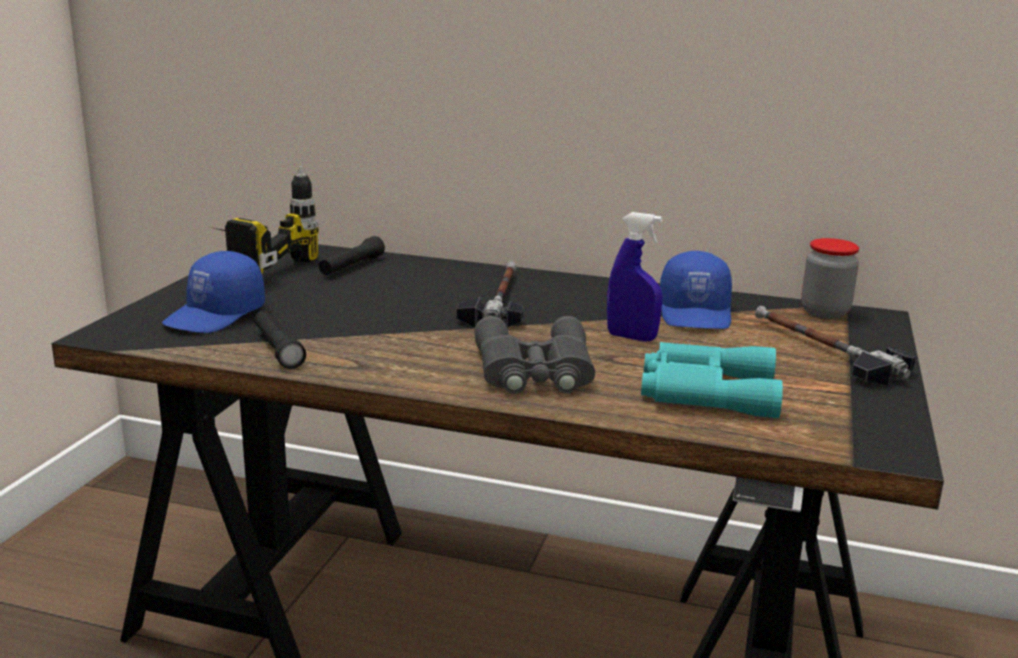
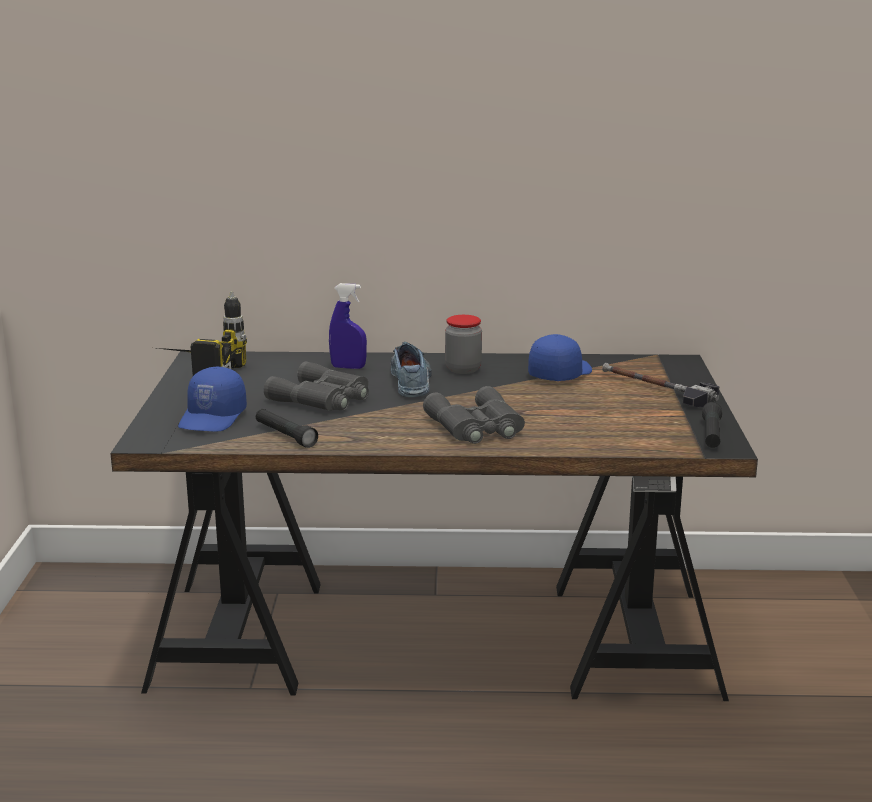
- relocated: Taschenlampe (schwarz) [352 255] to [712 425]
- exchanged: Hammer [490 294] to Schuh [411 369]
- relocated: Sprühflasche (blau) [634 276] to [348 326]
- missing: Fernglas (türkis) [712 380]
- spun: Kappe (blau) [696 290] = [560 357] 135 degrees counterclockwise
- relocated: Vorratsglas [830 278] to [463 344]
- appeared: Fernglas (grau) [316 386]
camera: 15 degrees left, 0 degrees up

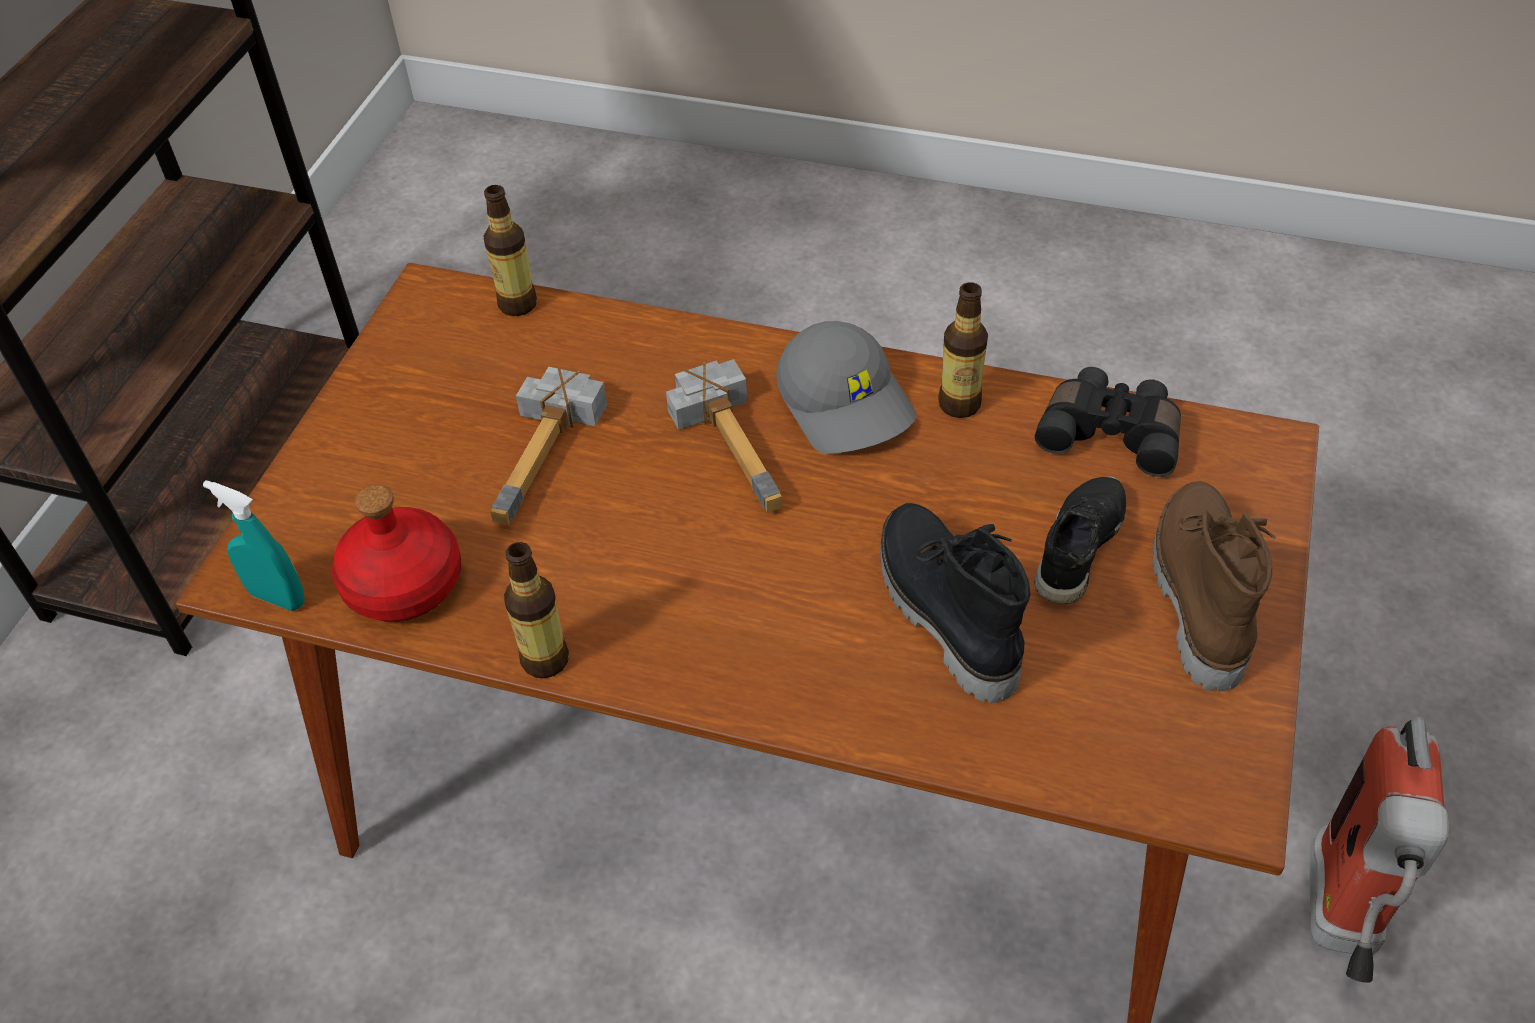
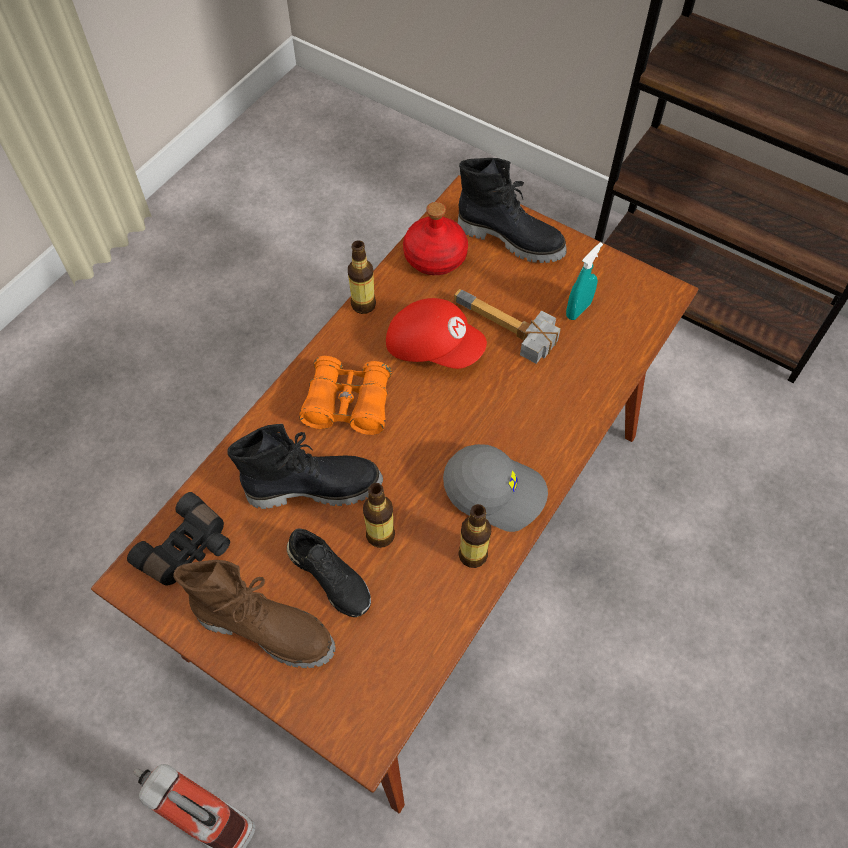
- relocated: Sprühflasche (türkis) [254 545] to [584 281]
- relocated: Flasche [510 250] to [379 515]
- missing: Hammer [724 435]
- spun: Kappe (grau) [846 387] = [495 488] 150 degrees counterclockwise
- relocated: Fernglas (schwarz) [1108 422] to [178 538]
- appeared: Fernglas (orange) [345 395]
- appeared: Kappe (rot) [436 333]
- appeared: Stiefel (schwarz) [512 210]
camera: 105 degrees right, 10 degrees up

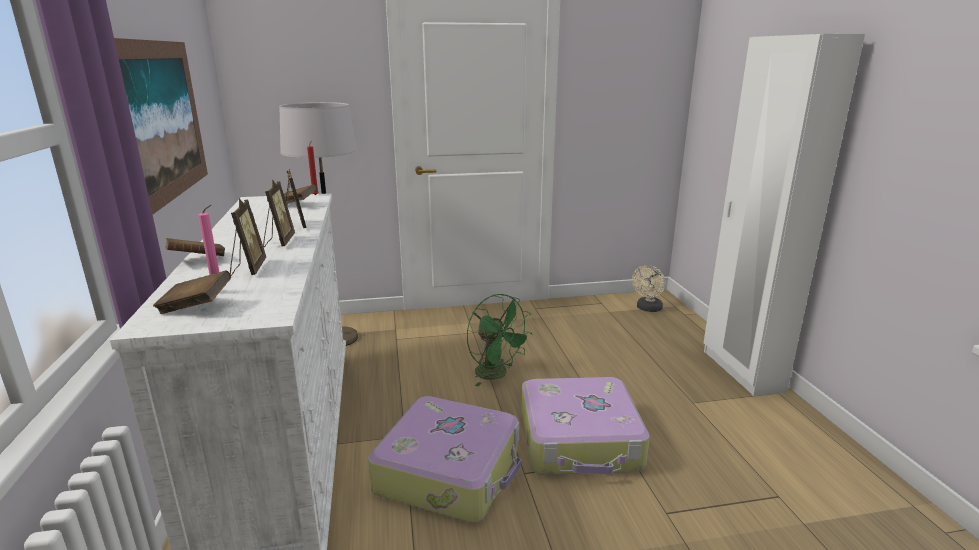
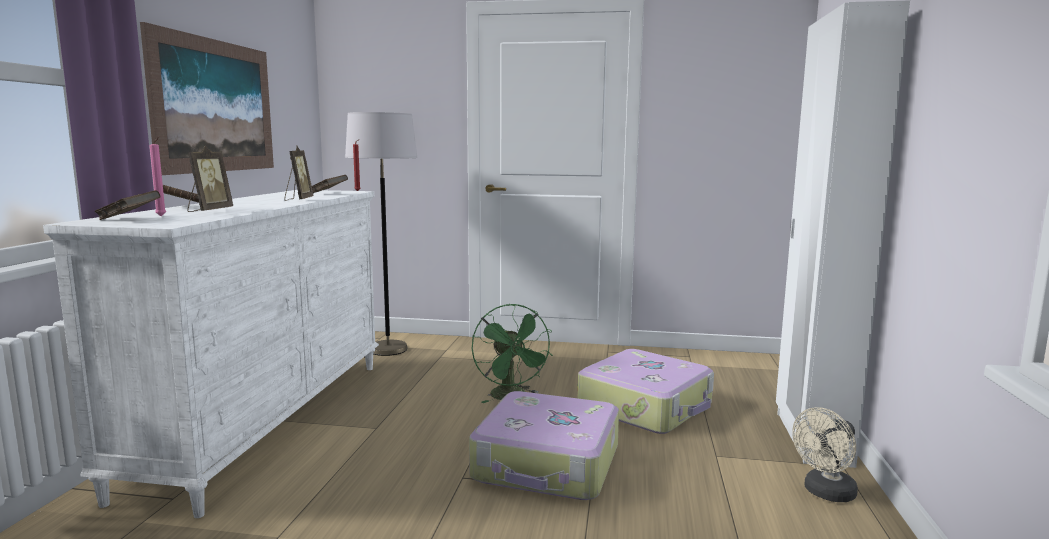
- missing: Bilderrahmen [279 213]
- relocated: Koffer [444 459] to [646 391]
- relocated: Ventilator (beige) [648 288] to [825 454]
camera: 20 degrees right, 10 degrees down

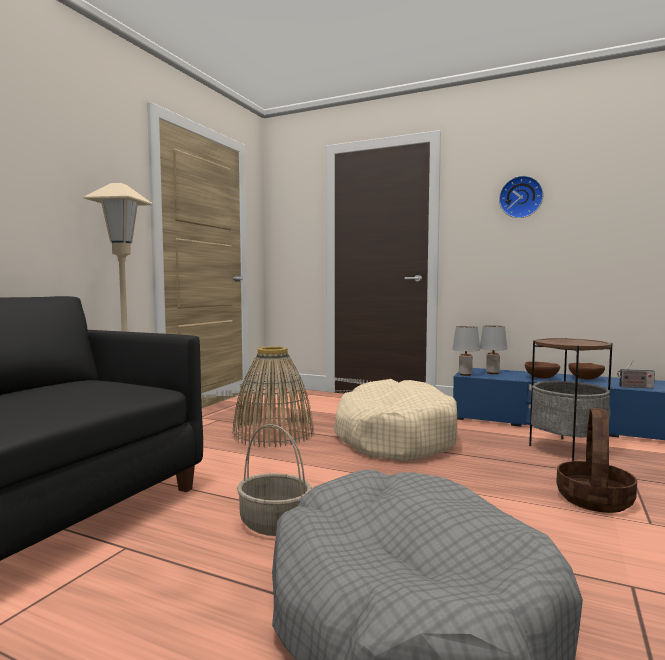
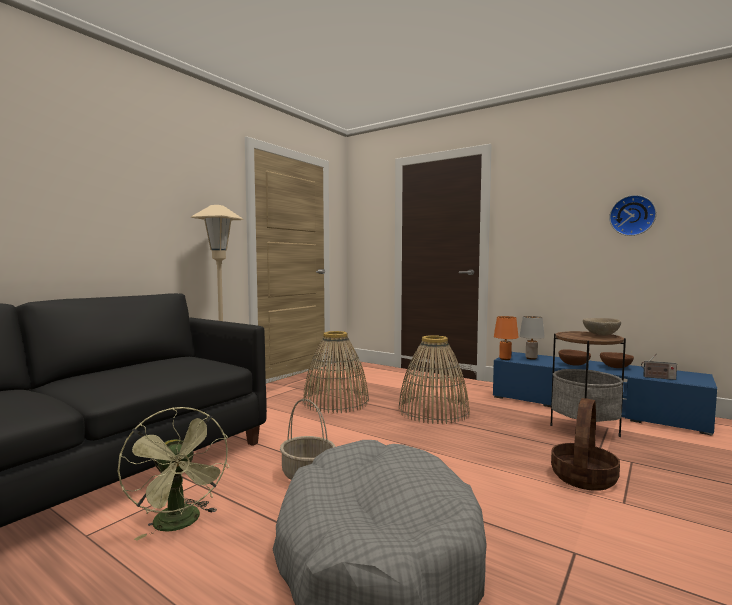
- exchanged: Hundebett (beige) [396 420] to Korb [434 379]
- colour: Tischlampe (grau) [466 351] to Tischlampe (orange) [506 338]
- relocated: Wanduhr [521 197] to [632 215]
- appeared: Ventilator (grün) [173 474]
- appeared: Schüssel (beige) [602 327]
camera: 10 degrees right, 0 degrees up

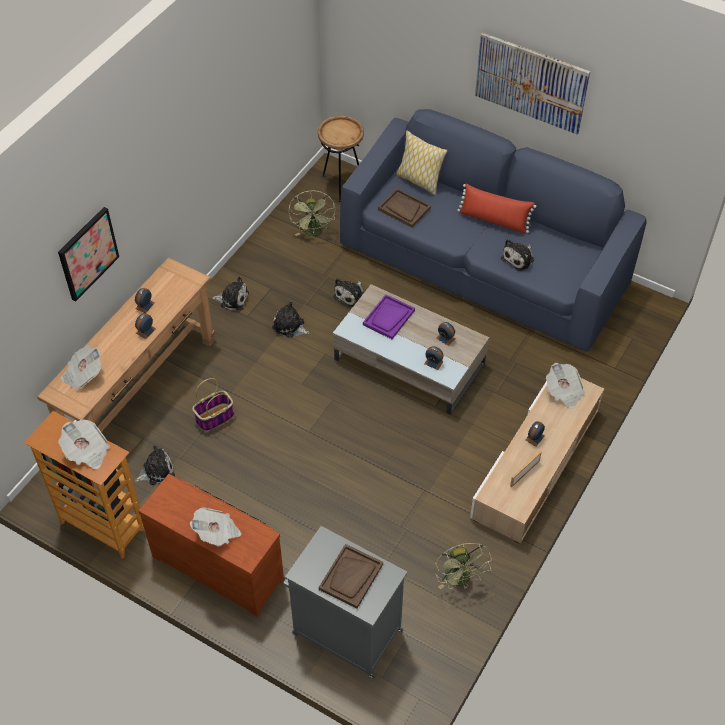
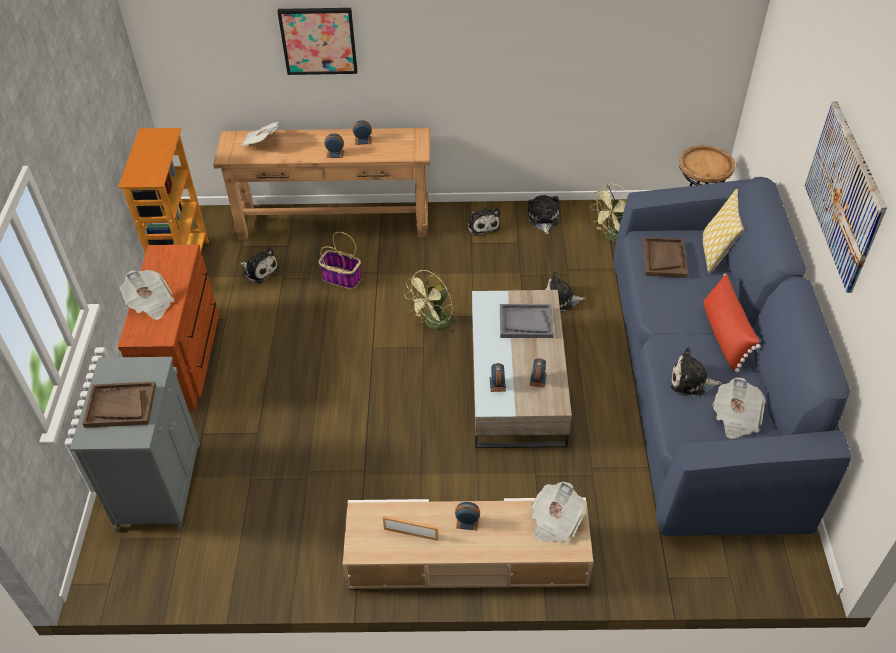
- relocated: Zeitung [84 444] to [739 408]
- relocated: Plüschtier [291 319] to [543 214]
- colour: Tablett (lila) [389 316] to Tablett (grau) [527 321]
- relocated: Ventilator (grün) [463 566] to [431 301]
camera: 60 degrees right, 5 degrees down

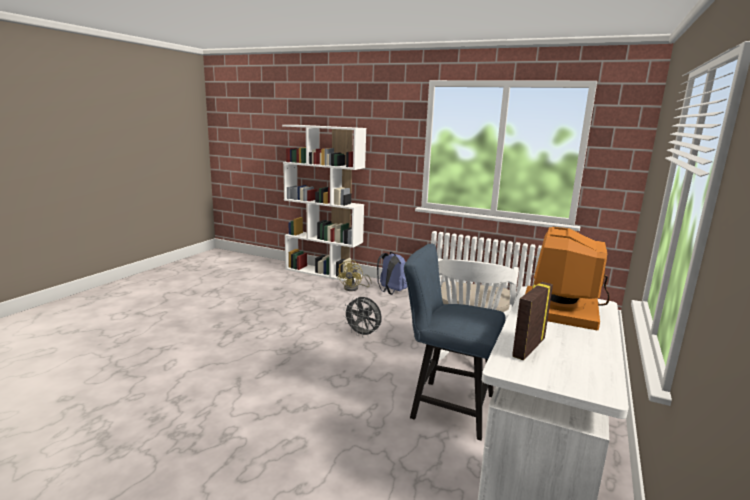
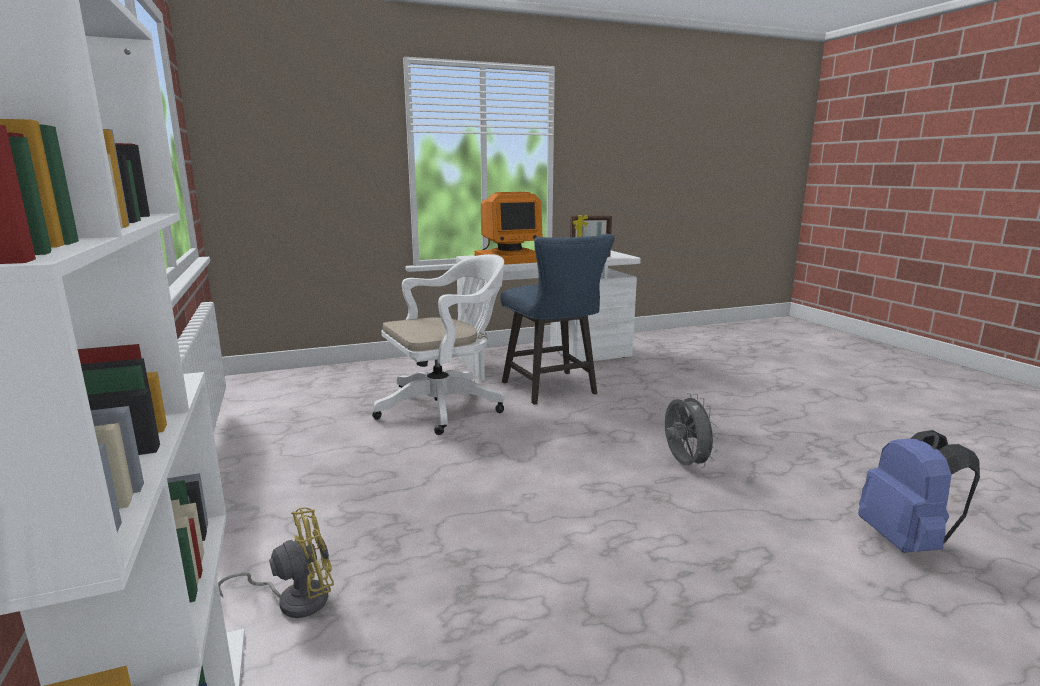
- relocated: Ventilator (grau) [362 317] to [692 431]
- relocated: Rucksack (blau) [392 273] to [919 491]
camera: 135 degrees left, 0 degrees up

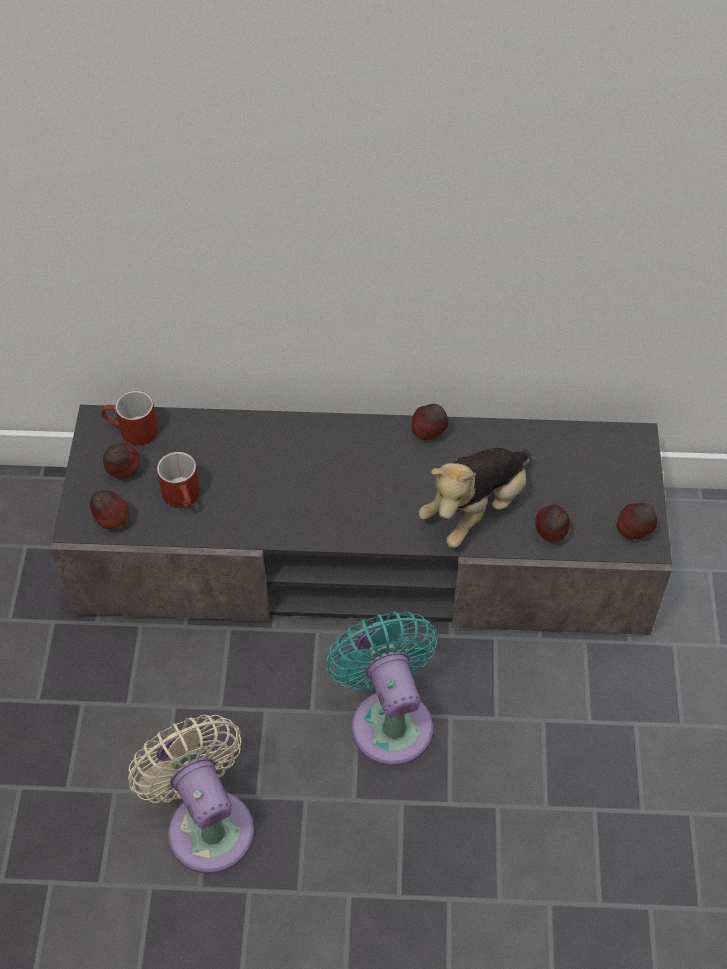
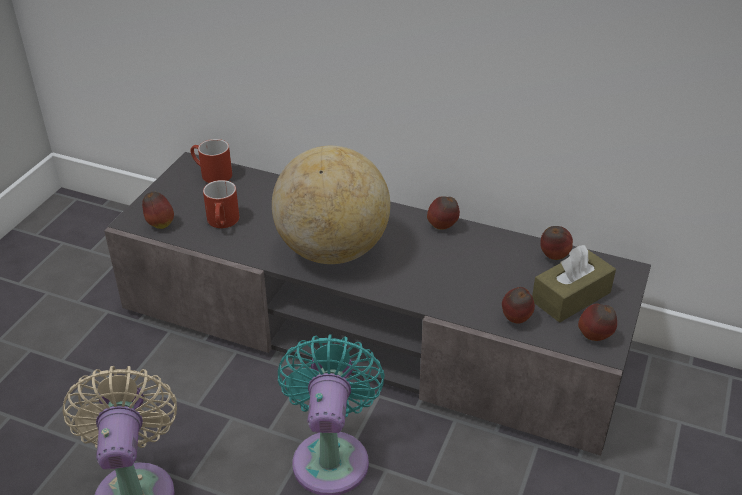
- relocated: Apfel [121 460] to [556 243]
- missing: Plüschtier [475 498]
- appeared: Globus [331 205]
- appeared: Taschentuchbox (braun) [574 284]
camera: 20 degrees right, 15 degrees down

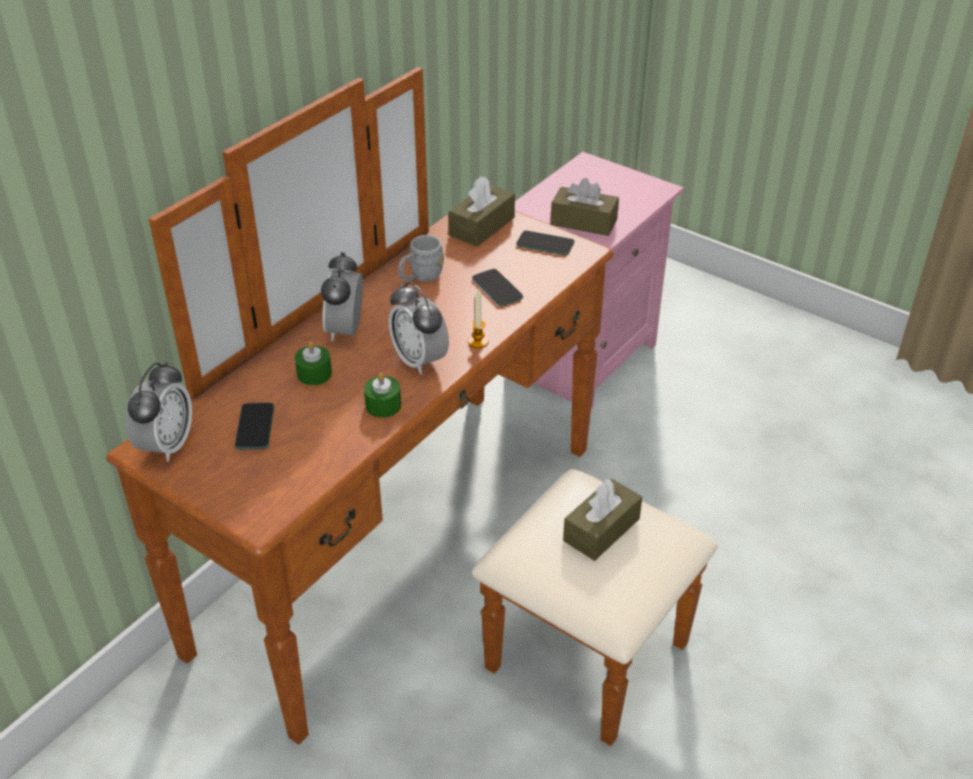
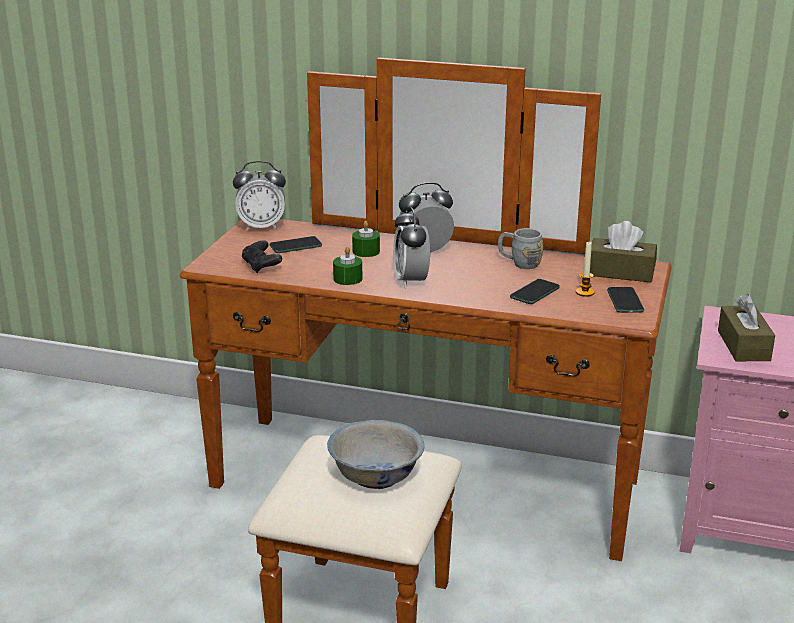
- spun: Wecker [418 328] = [411 248] 45 degrees counterclockwise
- relocated: Kerze [478 319] to [585 269]
- exchanged: Taschentuchbox (braun) [602 519] to Schüssel (weiß) [375 454]
- appeared: Gamepad (schwarz) [262 256]
camera: 70 degrees right, 15 degrees down

